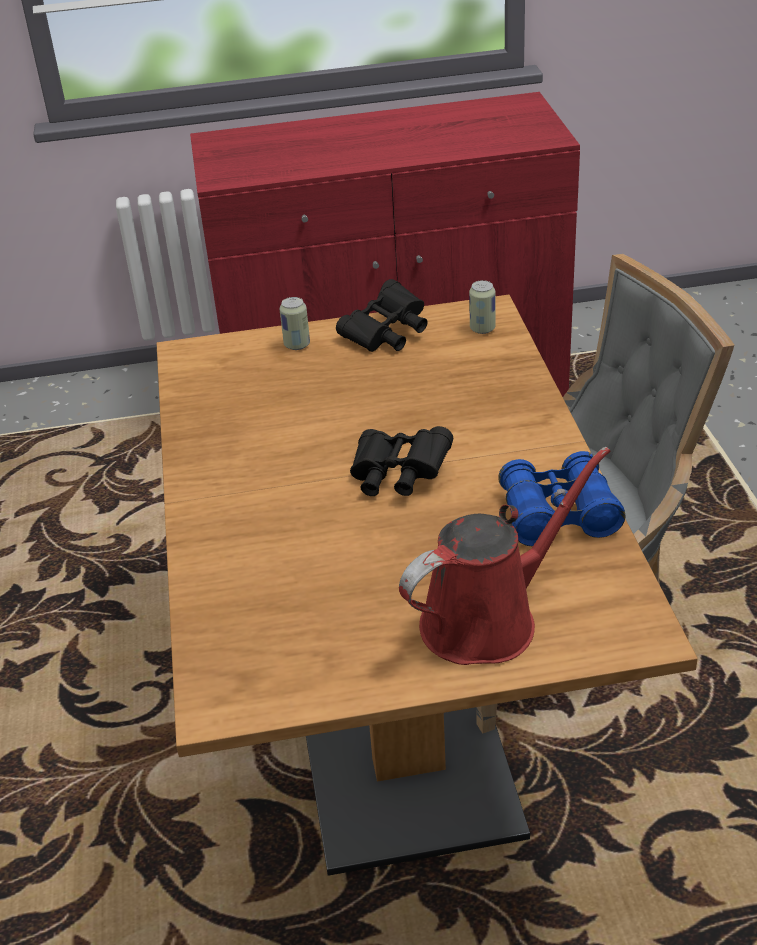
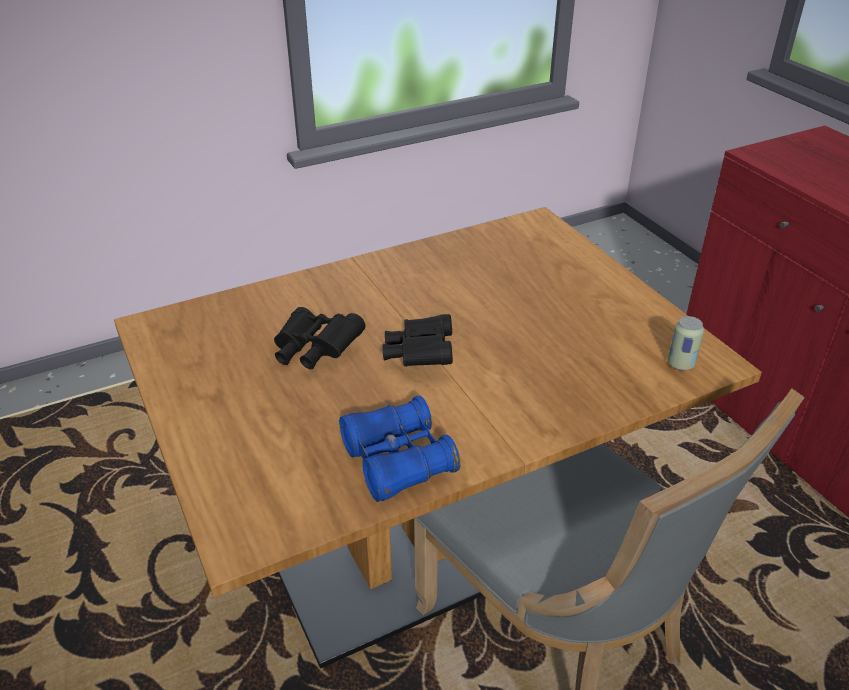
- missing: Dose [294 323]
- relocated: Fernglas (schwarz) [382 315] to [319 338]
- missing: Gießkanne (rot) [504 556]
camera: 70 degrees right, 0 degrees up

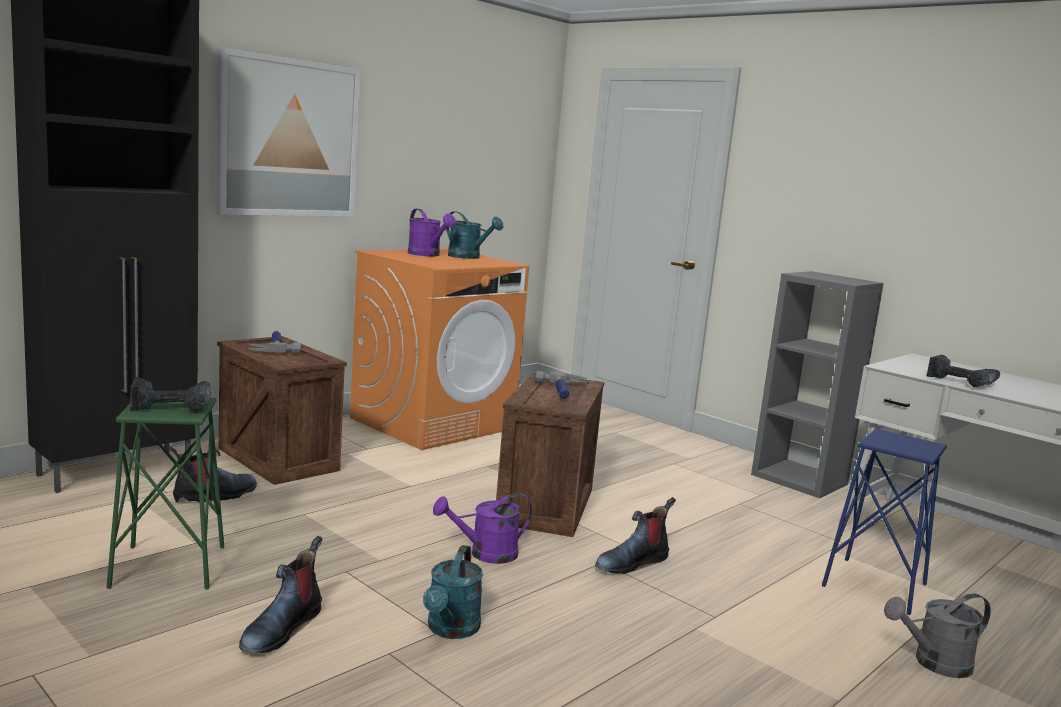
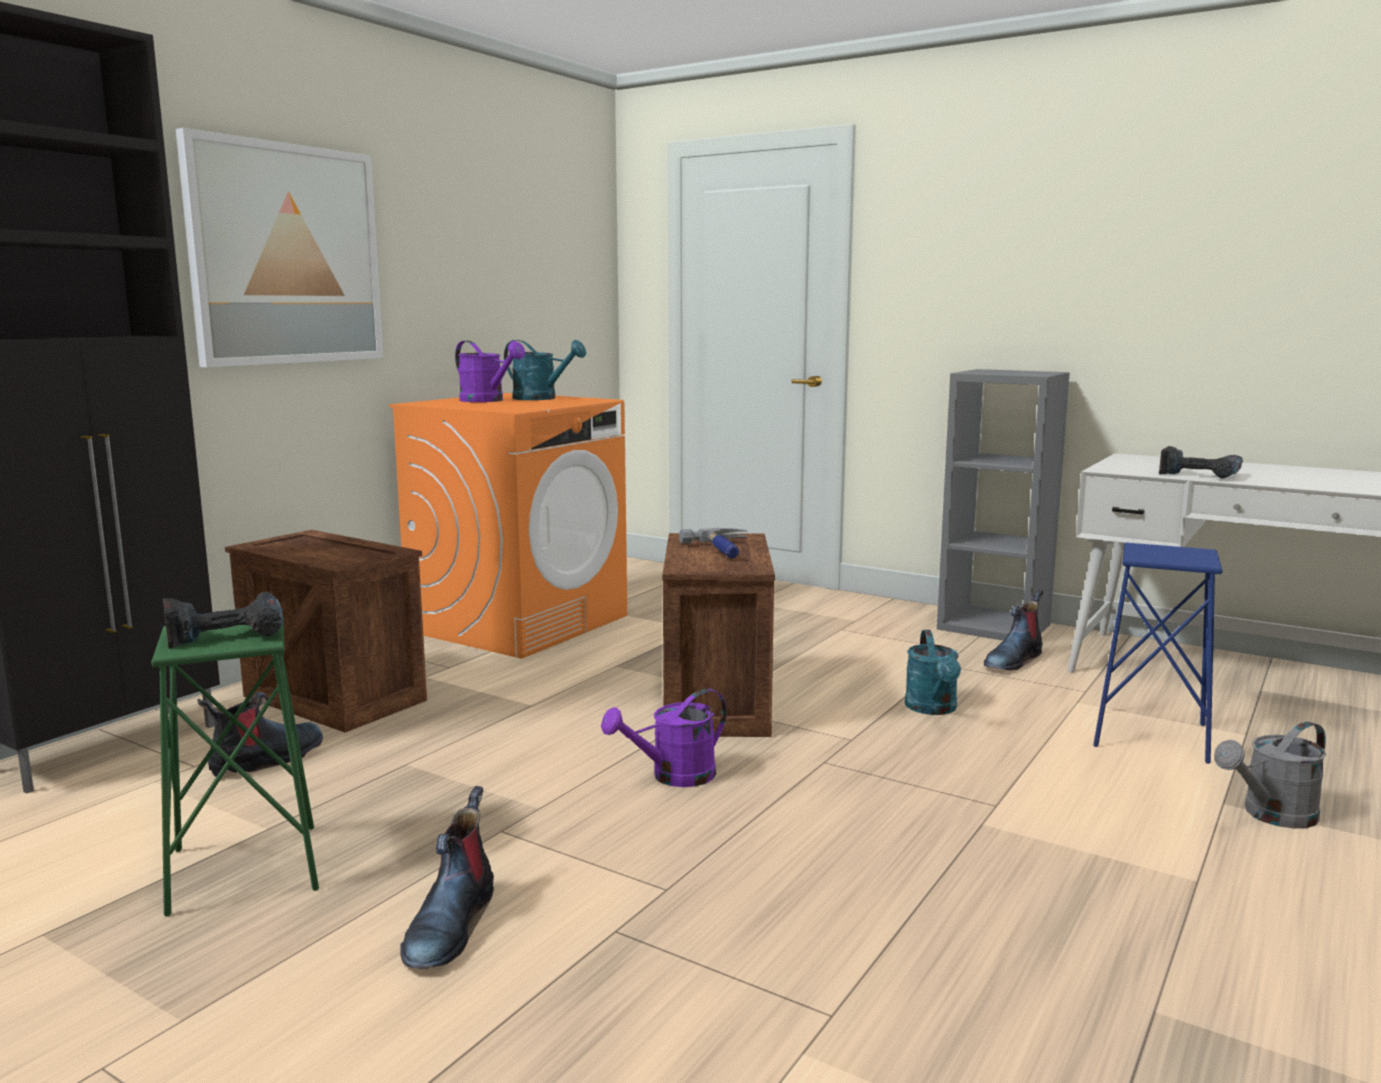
- missing: Hammer [274 342]
- relocated: Gießkanne (türkis) [453 592] to [933 672]
- relocated: Stiefel [635 535] to [1013 630]
camera: 10 degrees left, 0 degrees up

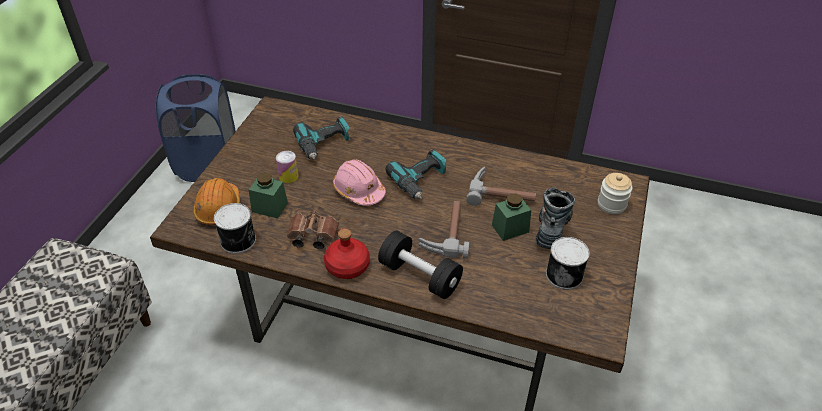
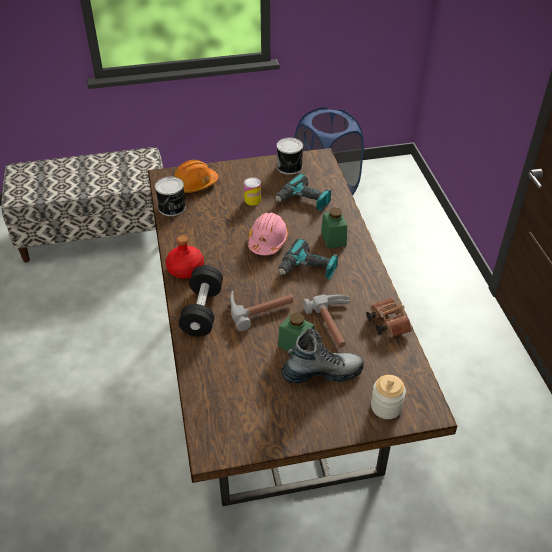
- relocated: Vorratsglas (grün) [268 196] to [334 228]
- relocated: Fernglas (braun) [313 229] to [389 317]
- relocated: Dose [567 263] to [290 156]
camera: 60 degrees right, 0 degrees up

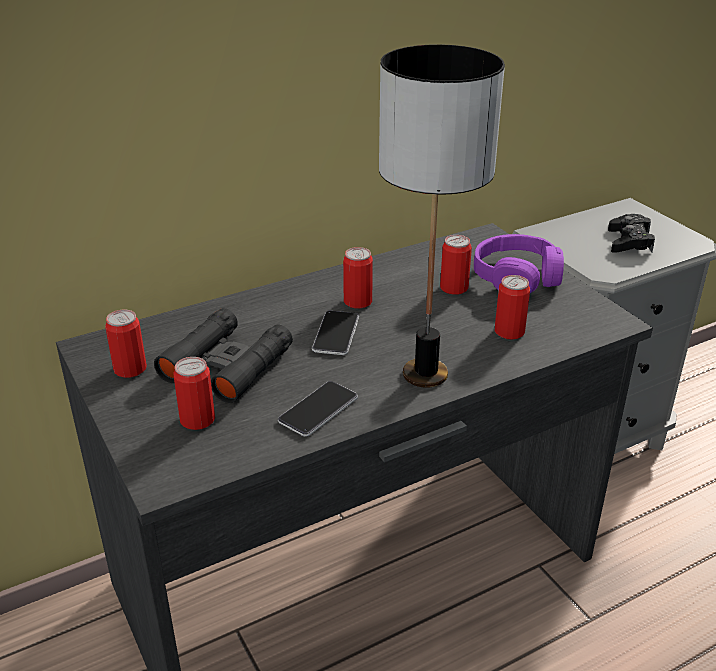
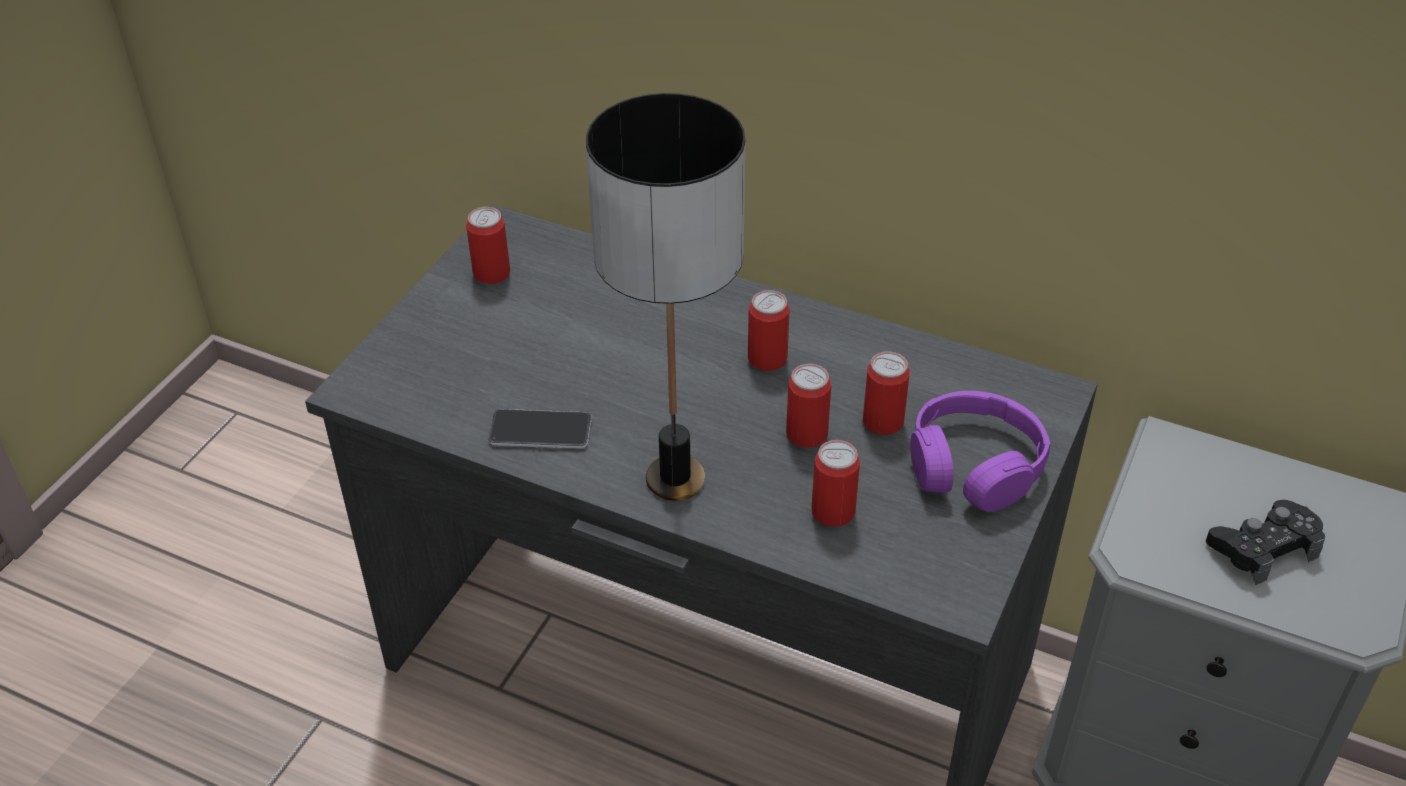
- missing: Fernglas (schwarz) [223 355]
- relocated: Dose [194 393] to [808 406]
- missing: Handy [335 333]
camera: 55 degrees right, 10 degrees up

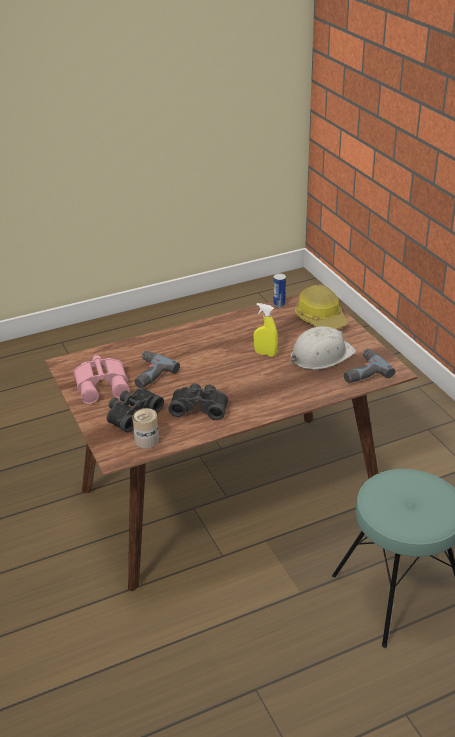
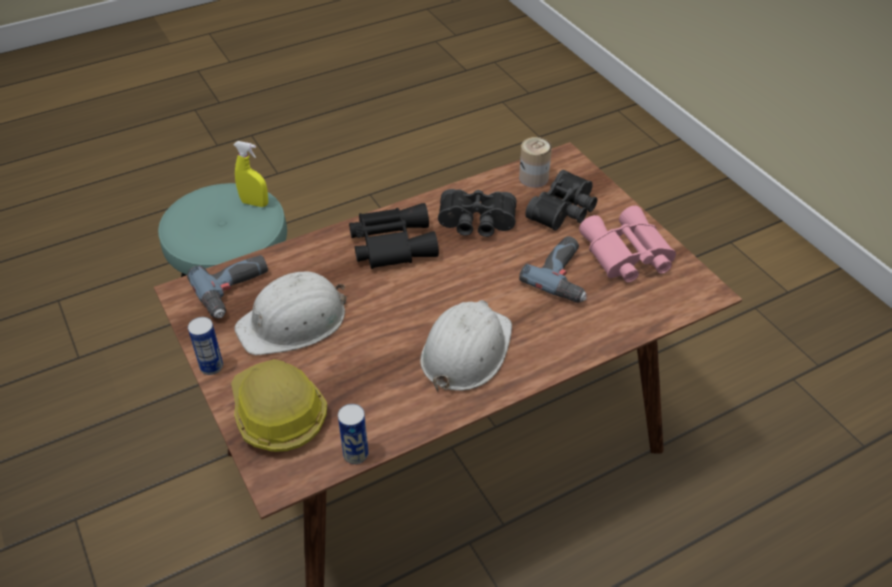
- relocated: Sprühflasche (gelb) [266 330] to [251 174]
- appeared: Dose [205 346]
- appeared: Fernglas (schwarz) [394 236]
- appeared: Schutzhelm (weiß) [466 345]
camera: 175 degrees right, 10 degrees up

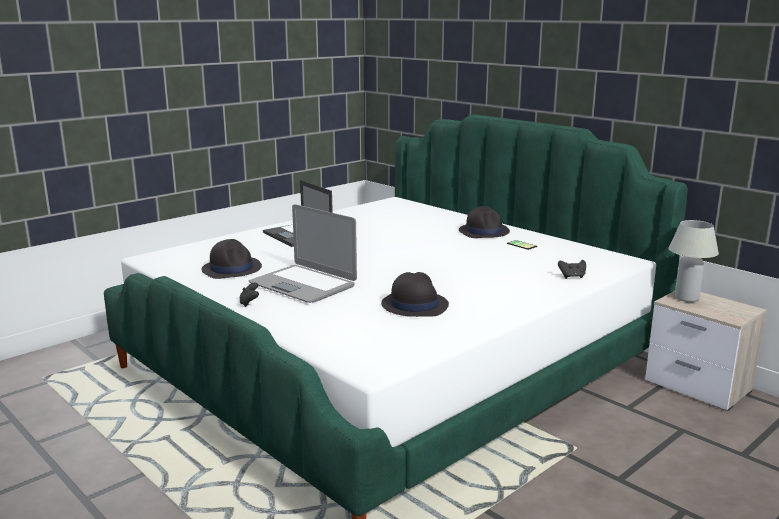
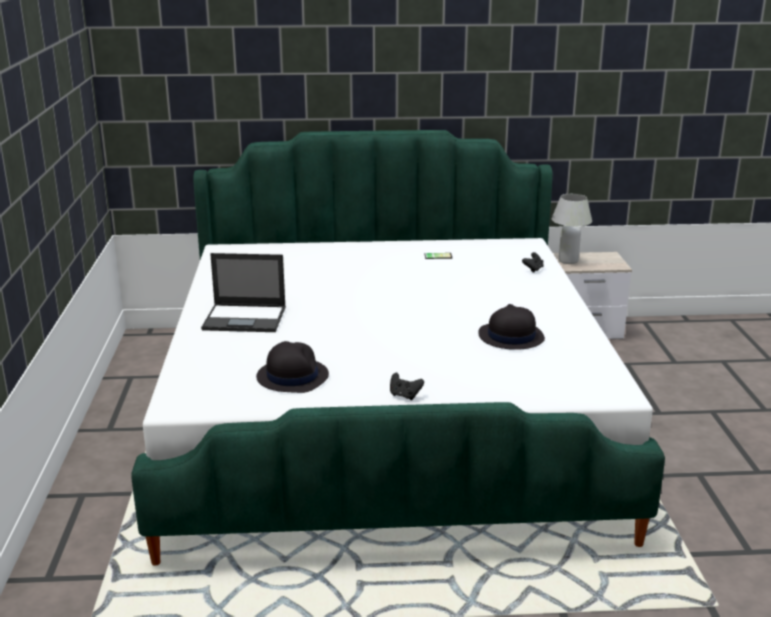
- missing: Laptop [303 253]
- missing: Hut (schwarz) [484 222]
camera: 50 degrees left, 5 degrees up

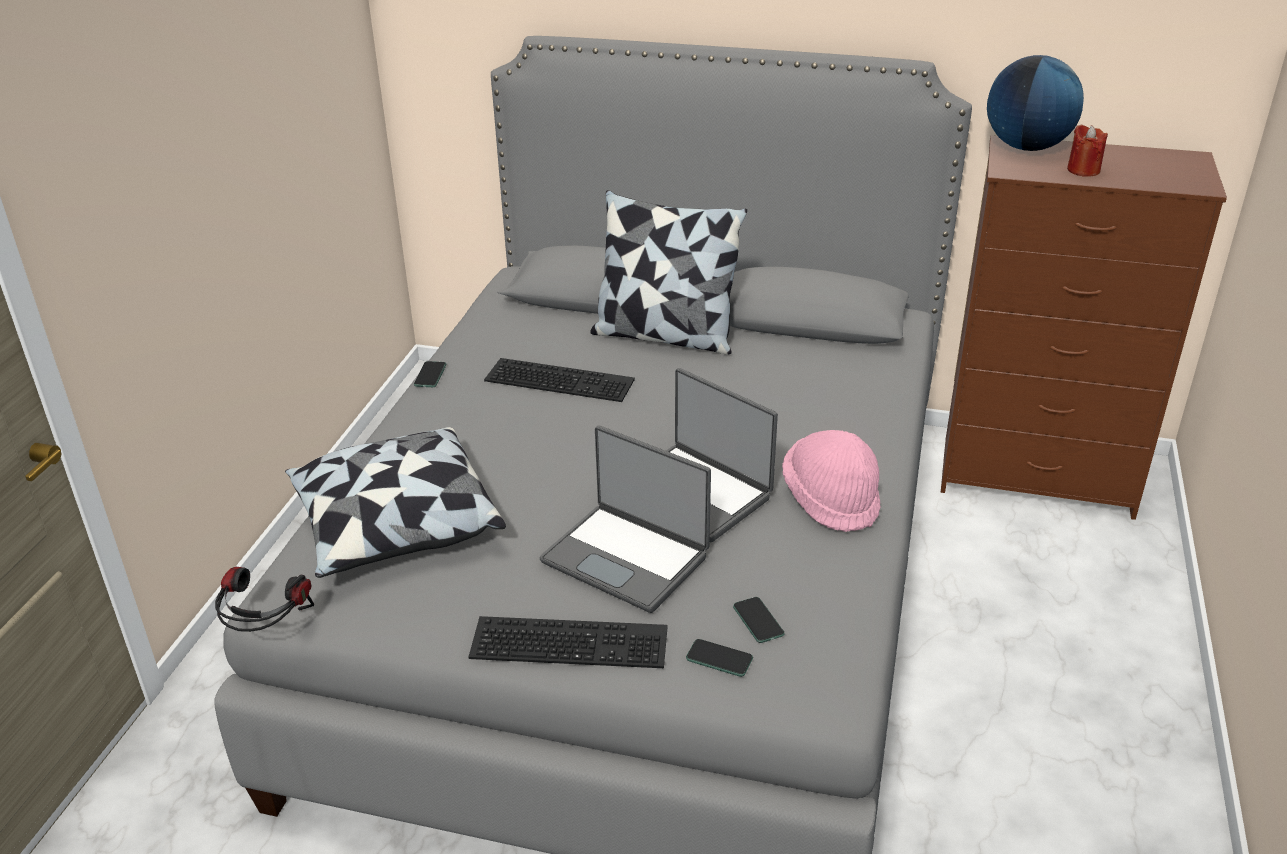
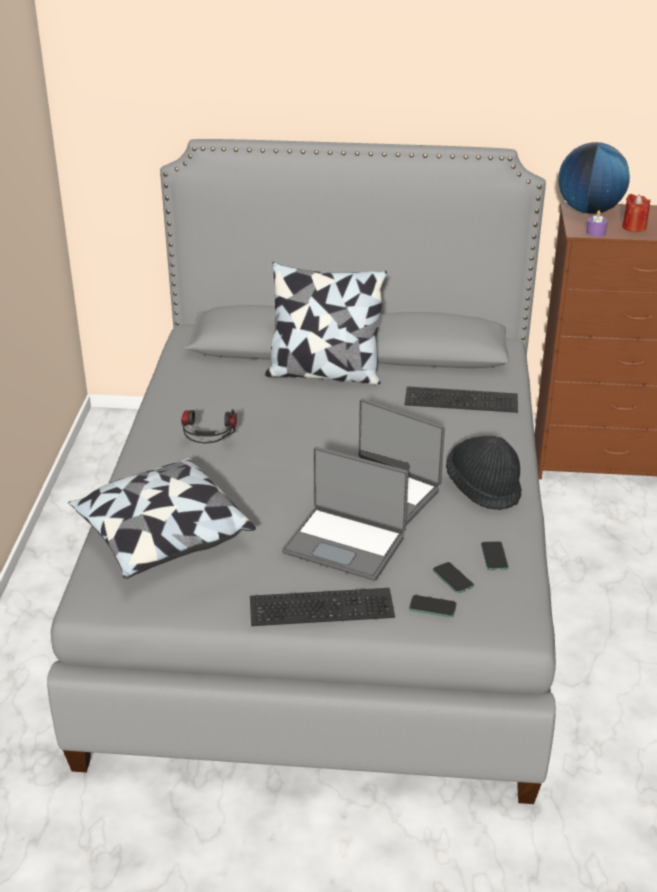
- relocated: Kopfhörer [264 599] to [209 426]
- relocated: Handy [430 374] to [495 555]
- relocated: Tastatur [559 380] to [461 399]
- colour: Hut (rosa) [831 481] to Hut (schwarz) [484 473]
- appeared: Kerze (lila) [597 223]
camera: 10 degrees left, 0 degrees up

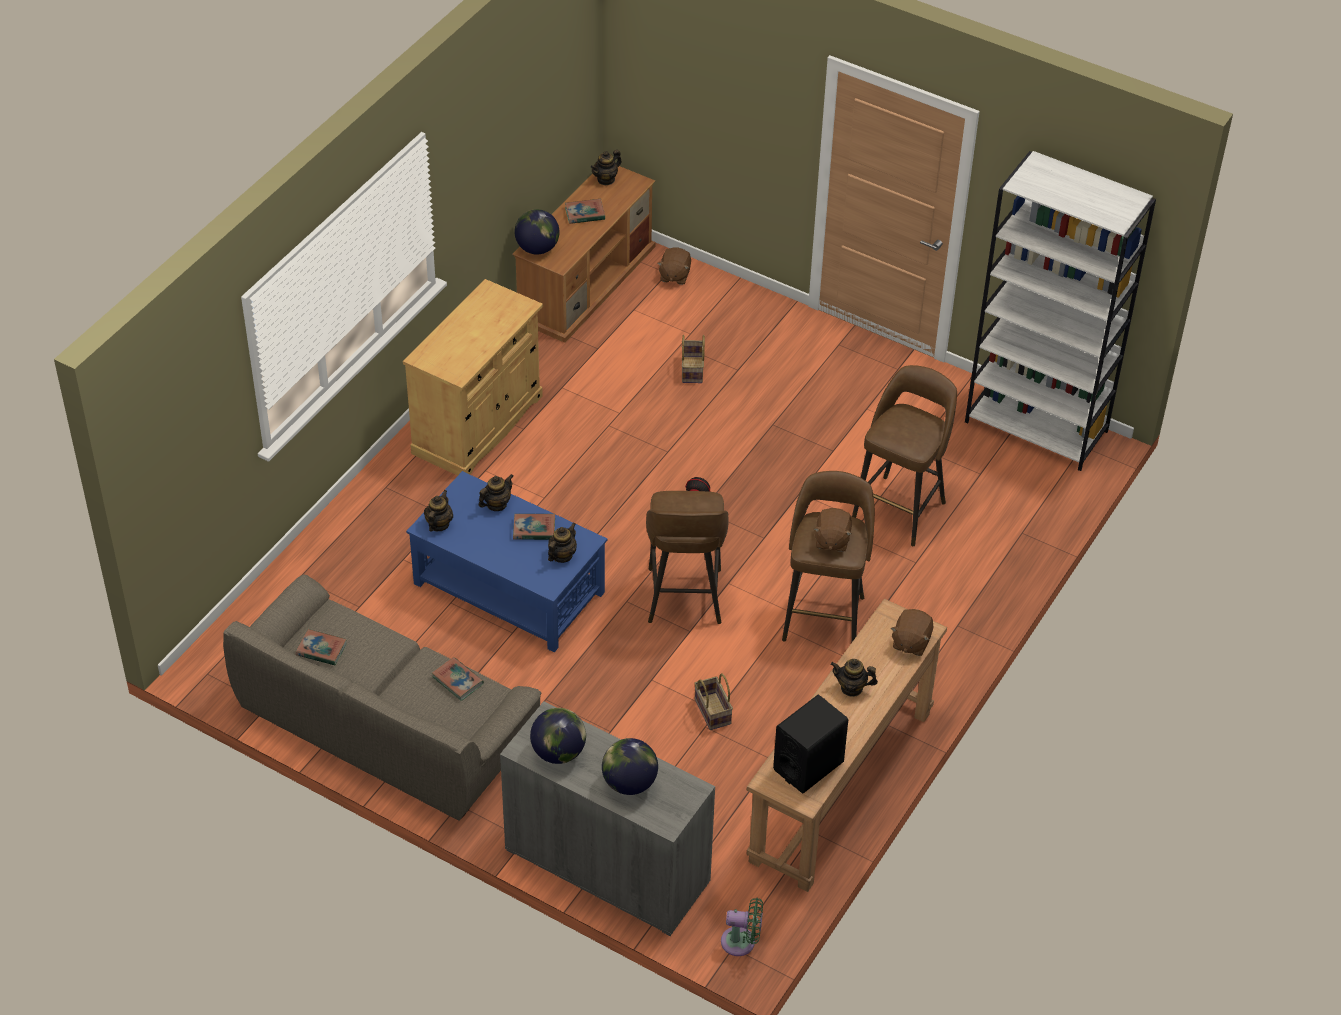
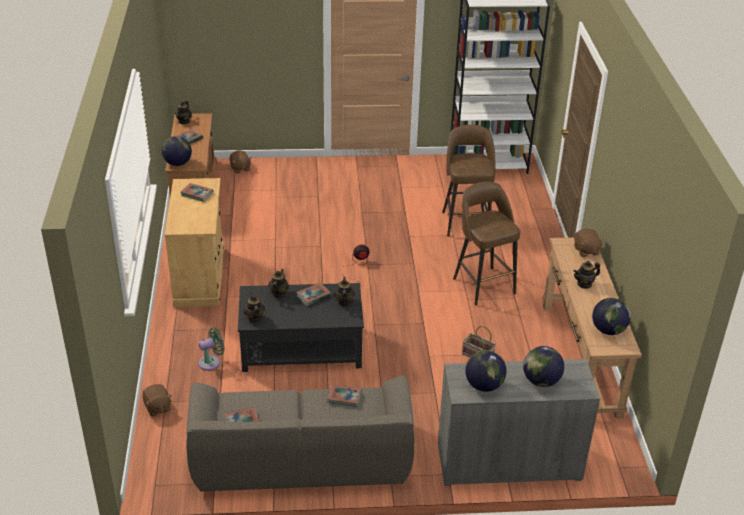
- colour: Couchtisch (blau) [506 561] to Couchtisch (schwarz) [301 327]
- missing: Hocker (braun) [687 557]
- missing: Korb [693 359]
- relocated: Ventilator (grün) [742 927] to [211 349]
- exchanged: Lautsprecher (schwarz) [810 744] to Globus [611 316]
- relocated: Plüschtier (braun) [833 530] to [157 400]
- appeared: Buch [197 192]
camera: 35 degrees left, 10 degrees down

